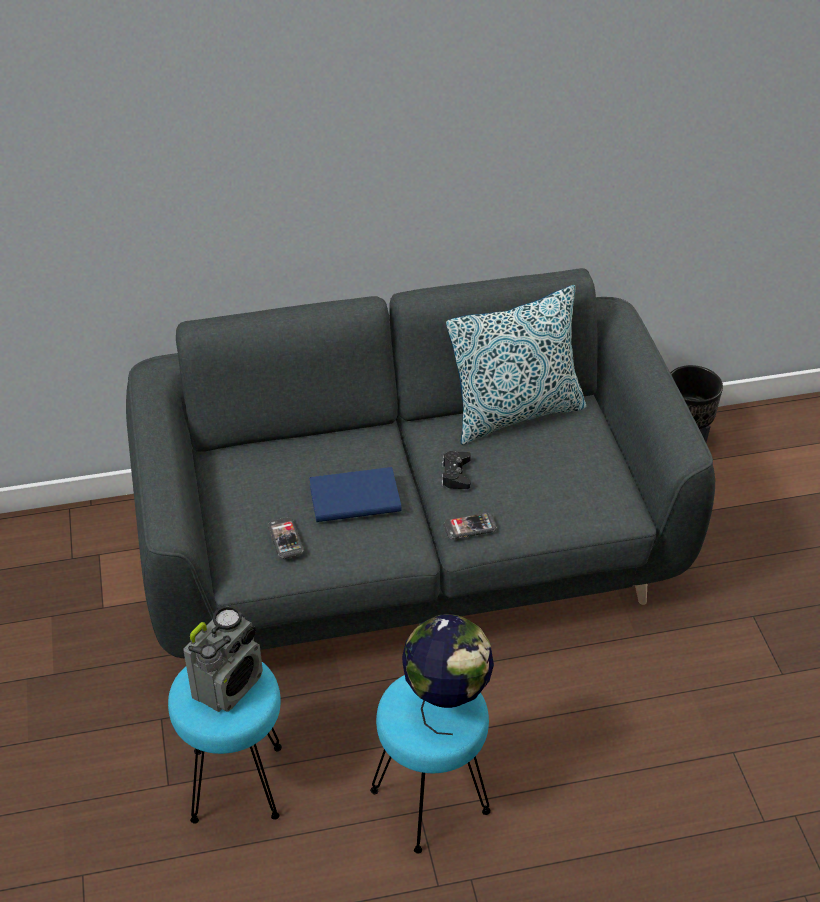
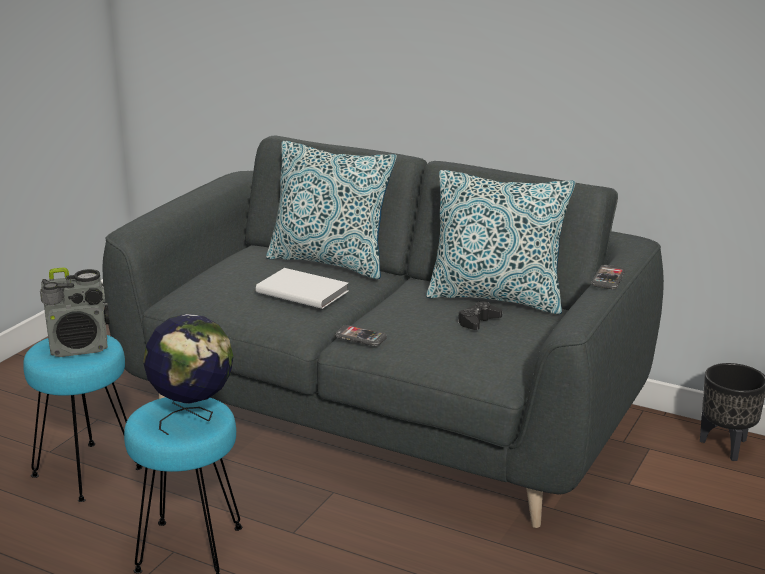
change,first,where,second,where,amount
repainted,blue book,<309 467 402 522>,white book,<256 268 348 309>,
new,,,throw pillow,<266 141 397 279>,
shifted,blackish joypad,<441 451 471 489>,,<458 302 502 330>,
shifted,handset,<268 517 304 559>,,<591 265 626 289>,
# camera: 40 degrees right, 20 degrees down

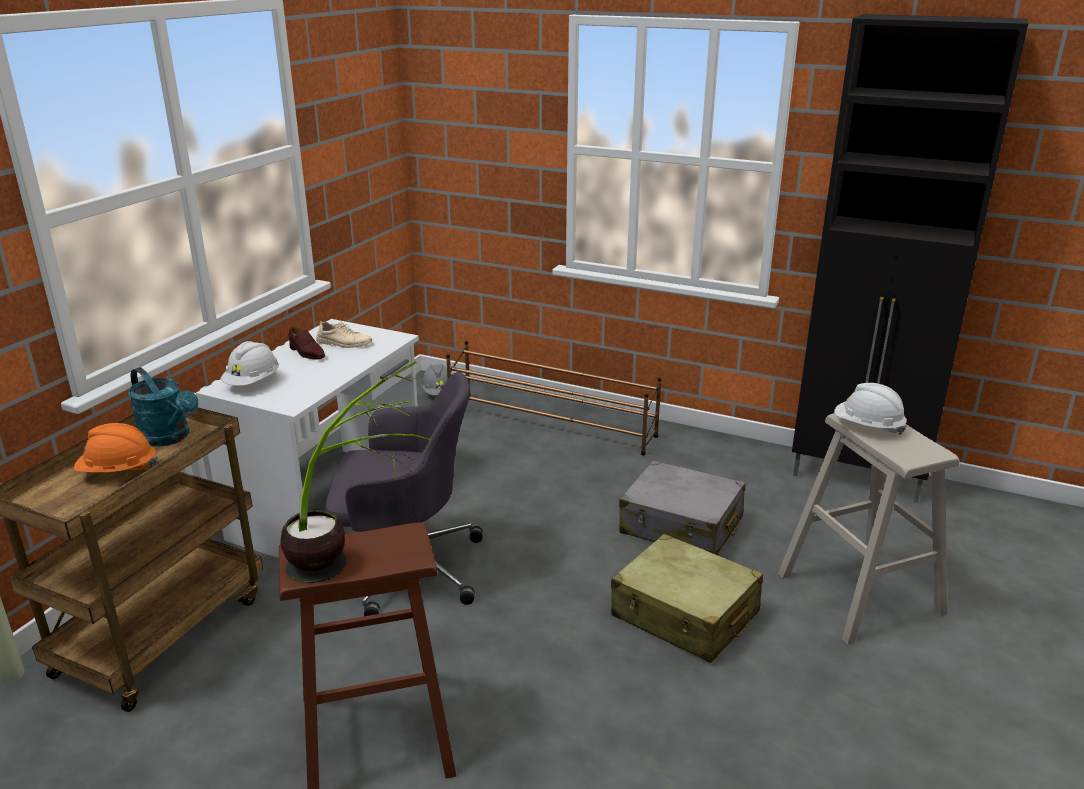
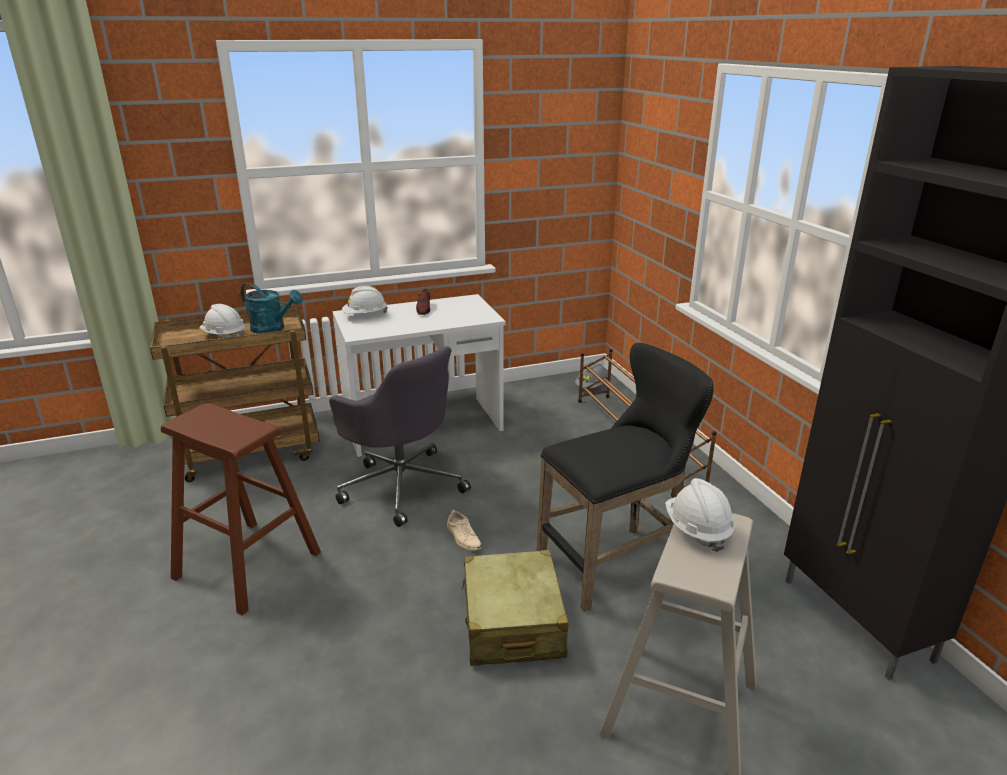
change,first,where,second,where,amount
repainted,orangey safety helmet,<74 423 158 472>,white safety helmet,<200 304 245 338>,
rotated,turquoise watering can,<128 367 199 447>,,<241 283 303 334>,60 degrees counterclockwise
shifted,sand-coloured shoe,<316 321 372 348>,,<447 510 482 551>,
swapped,greyish travel case,<619 460 746 555>,blackish stool seat,<537 343 714 612>,
gone,potted plant,<280 361 432 583>,,,
# camera: 45 degrees right, 0 degrees up

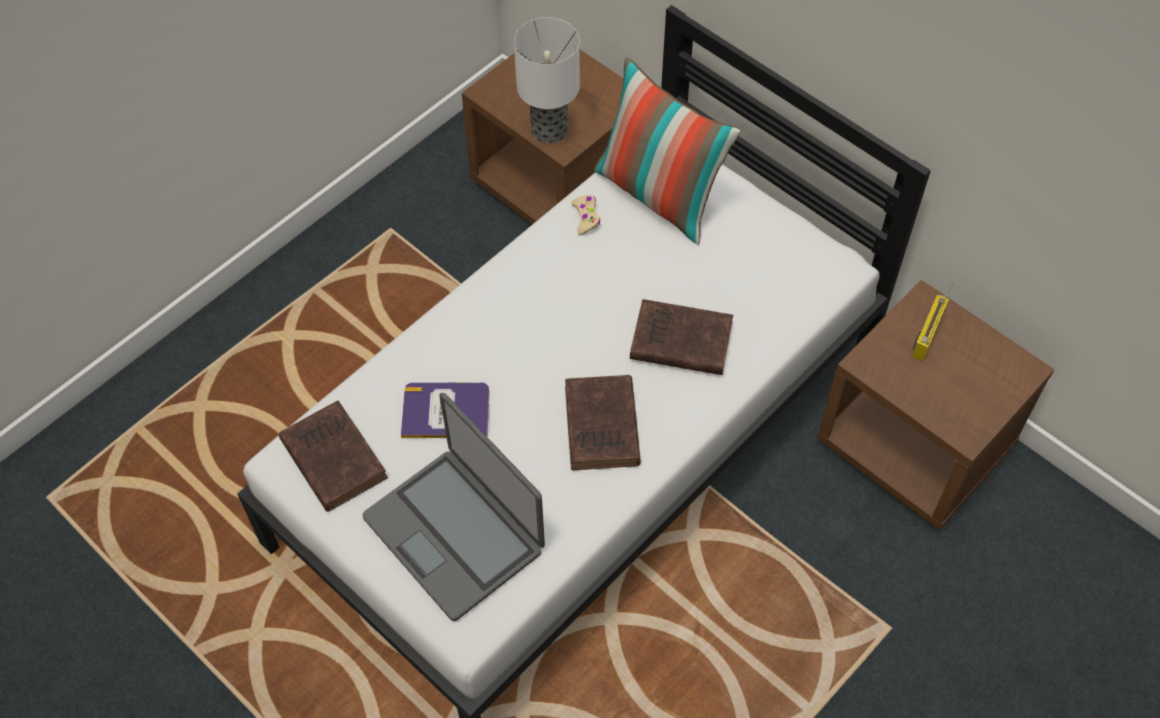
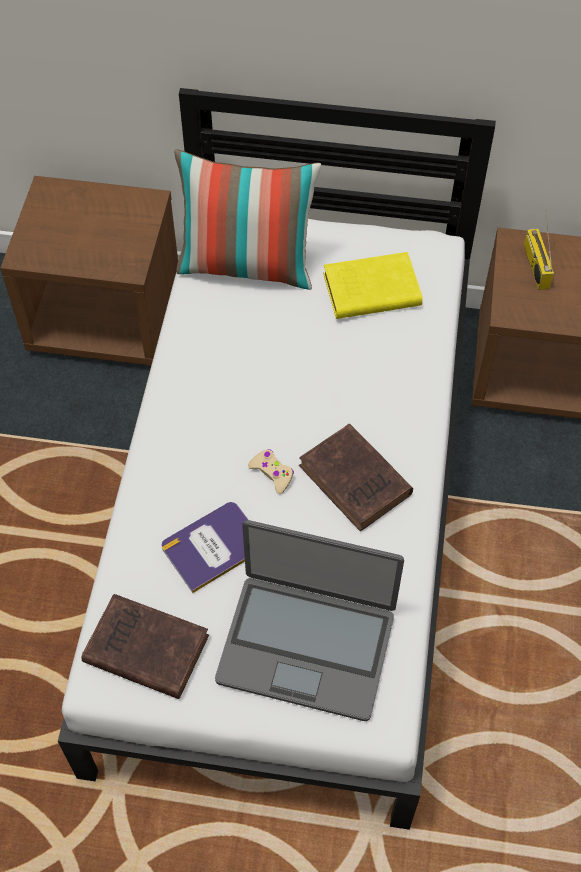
change,first,where,second,where,amount
shifted,sand-coloured joypad,<571 195 600 235>,,<248 449 294 494>,
new,,,yellowish book,<323 252 423 319>,
gone,table lamp,<514 17 580 143>,,,
gone,brownish book,<630 299 733 375>,,,
# camera: 35 degrees left, 0 degrees up

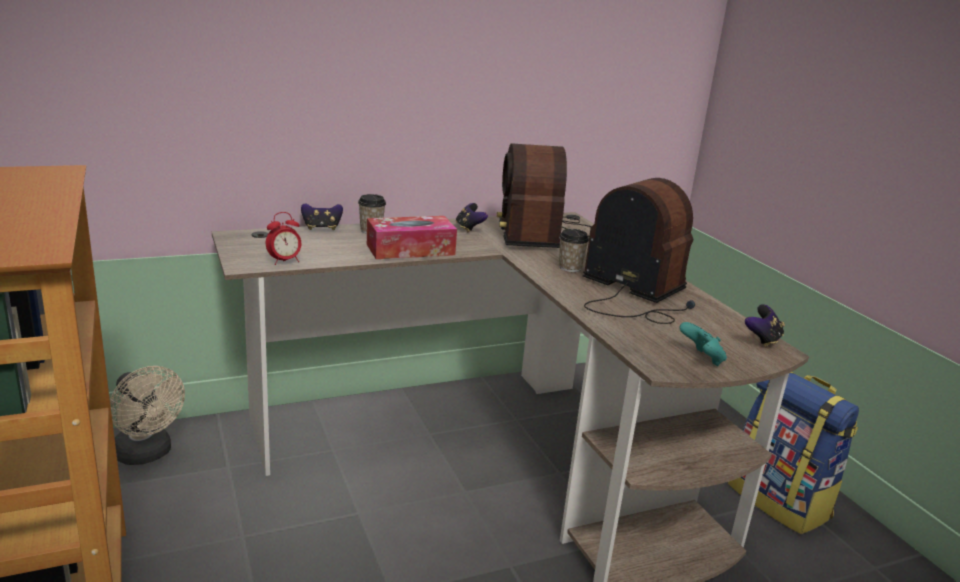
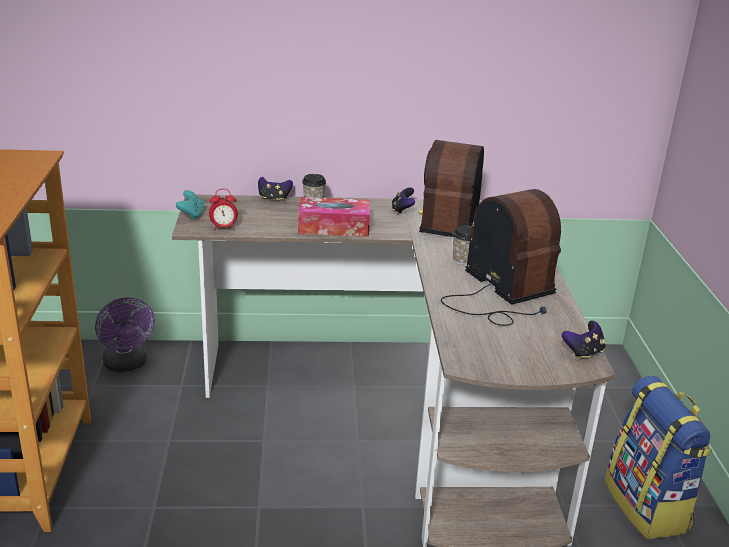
change,first,where,second,where,amount
repainted,sand-coloured cooling fan,<110 366 185 465>,purplish cooling fan,<95 297 155 372>,
shifted,turquoise joypad,<679 322 727 366>,,<176 190 205 220>,
# camera: 20 degrees right, 5 degrees up

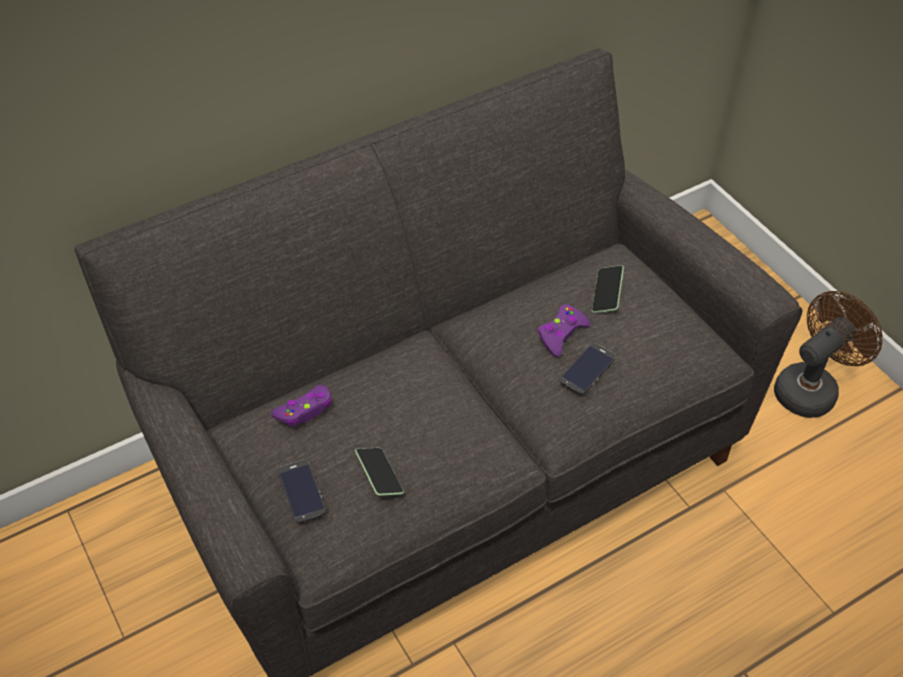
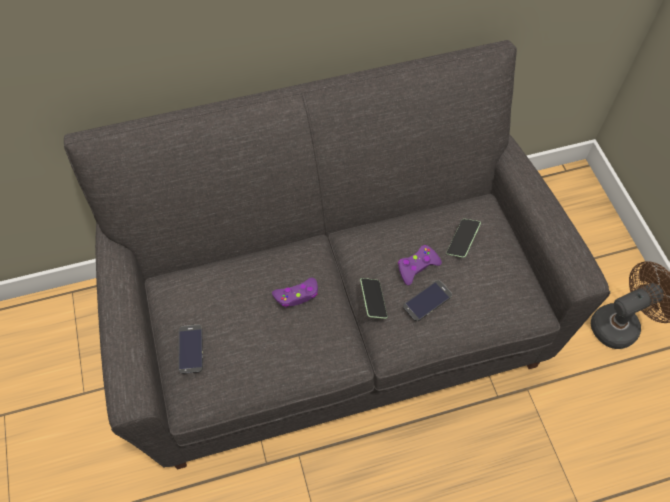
change,first,where,second,where,amount
shifted,purplish joypad,<271 385 332 426>,,<272 278 318 308>,
shifted,handset,<355 448 404 496>,,<360 278 388 319>,
# camera: 15 degrees right, 10 degrees up

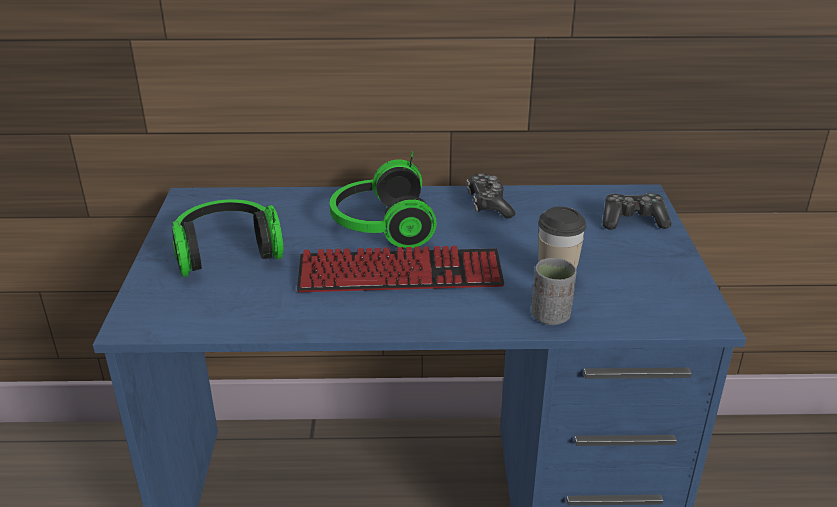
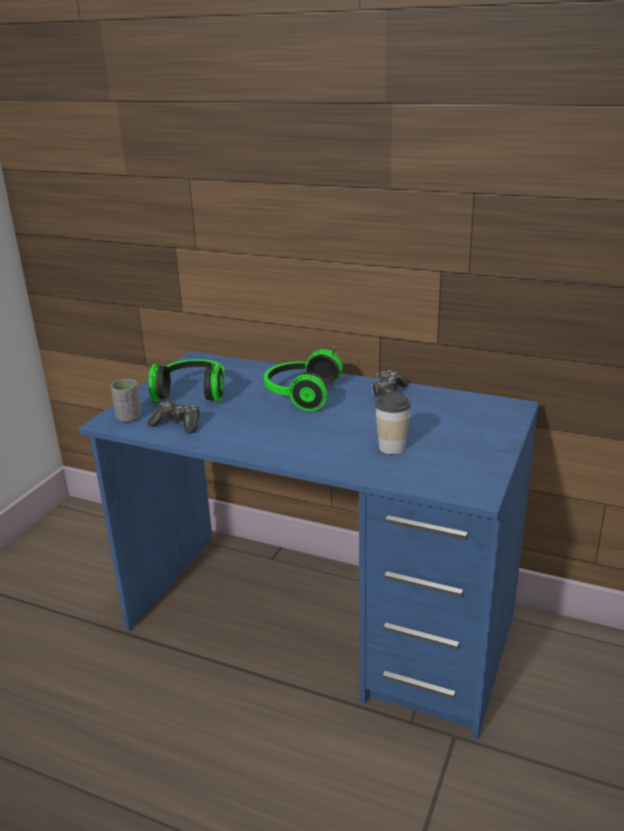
change,first,where,second,where,amount
shifted,greyish small cup,<531 258 577 325>,,<111 379 142 422>,
shifted,joypad,<603 193 671 230>,,<148 401 200 433>,
gone,keyboard,<297 246 504 292>,,,
# camera: 25 degrees right, 5 degrees down

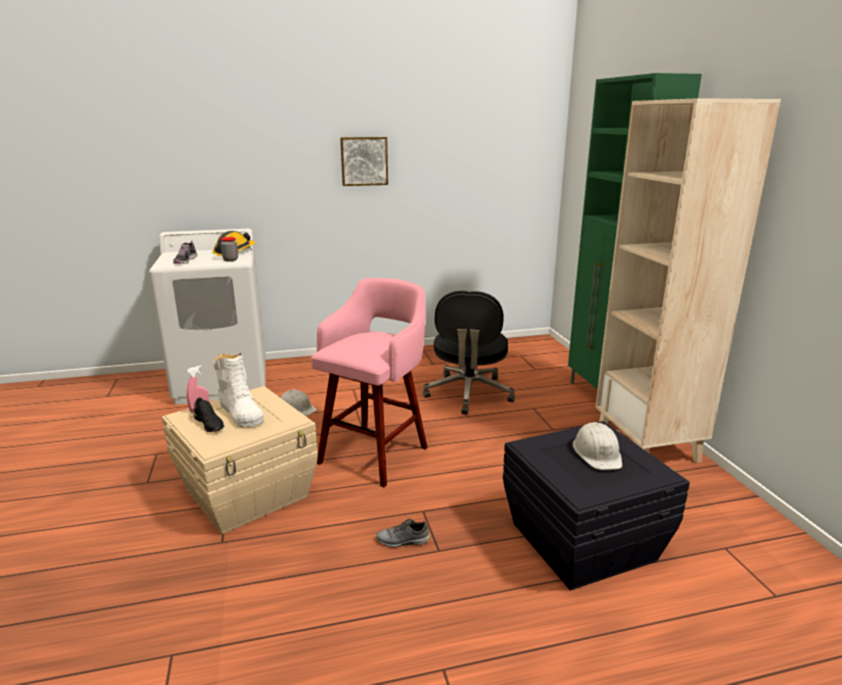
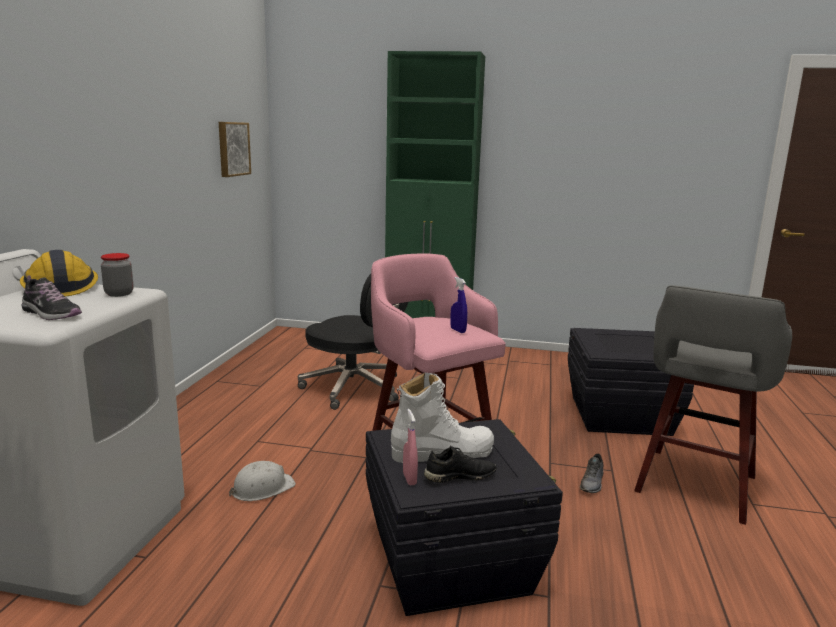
change,first,where,second,where,amount
shifted,picture,<340 137 388 186>,,<219 122 251 177>,
repainted,sand-coloured storage container,<162 386 318 534>,blackish storage container,<366 419 563 616>,
new,,,blue hand sprayer,<450 277 467 333>,
new,,,greyish stool seat,<634 285 792 525>,
gone,white safety helmet,<573 422 622 470>,,,
gone,sand-coloured bookcase,<595 98 781 463>,,,
# camera: 65 degrees left, 5 degrees down

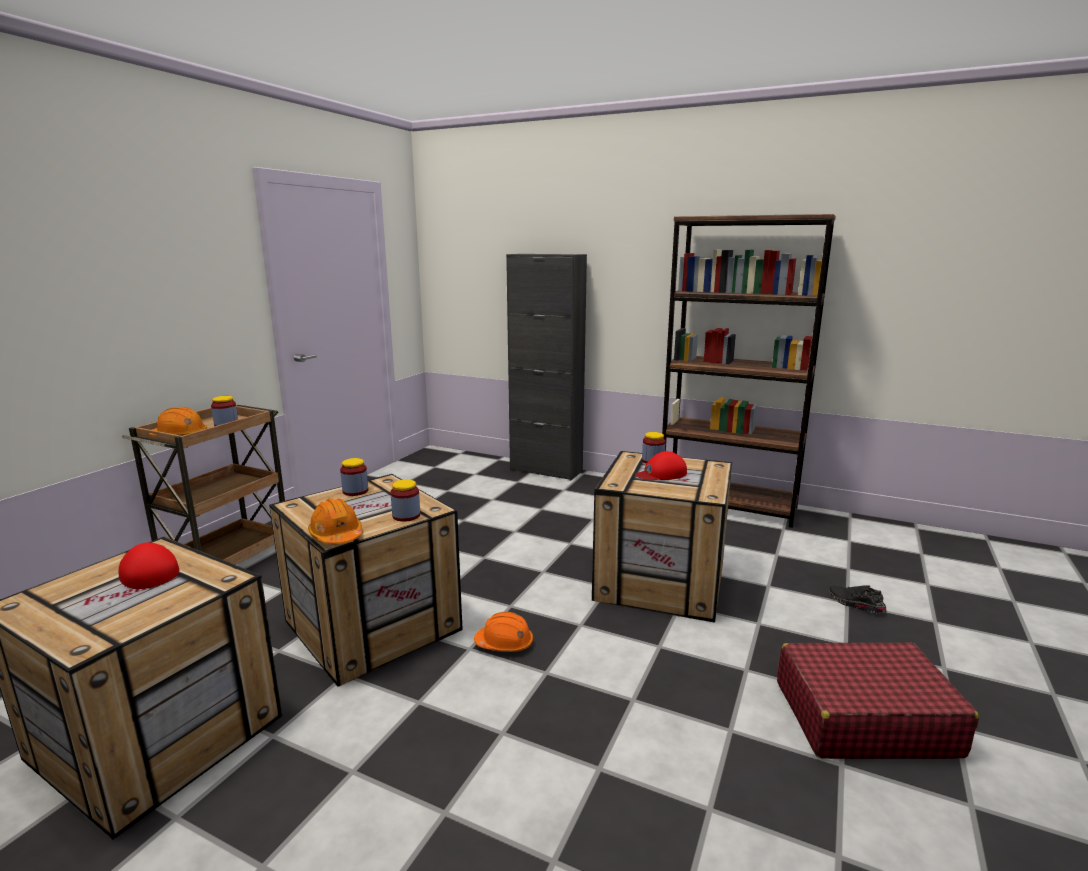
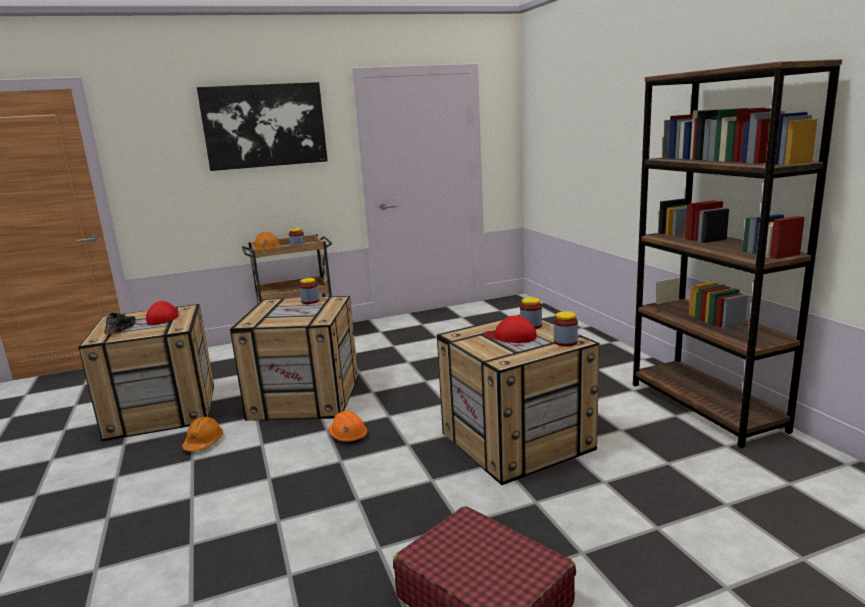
change,first,where,second,where,amount
shifted,blackish shoe,<830 585 887 614>,,<104 313 136 334>,
shifted,orangey safety helmet,<308 498 363 544>,,<182 417 223 451>,
new,,,picture,<197 82 328 171>,
shifted,jar,<391 479 420 522>,,<554 311 578 347>,
gone,blackish cabinet,<506 254 587 481>,,,
# camera: 45 degrees right, 0 degrees up

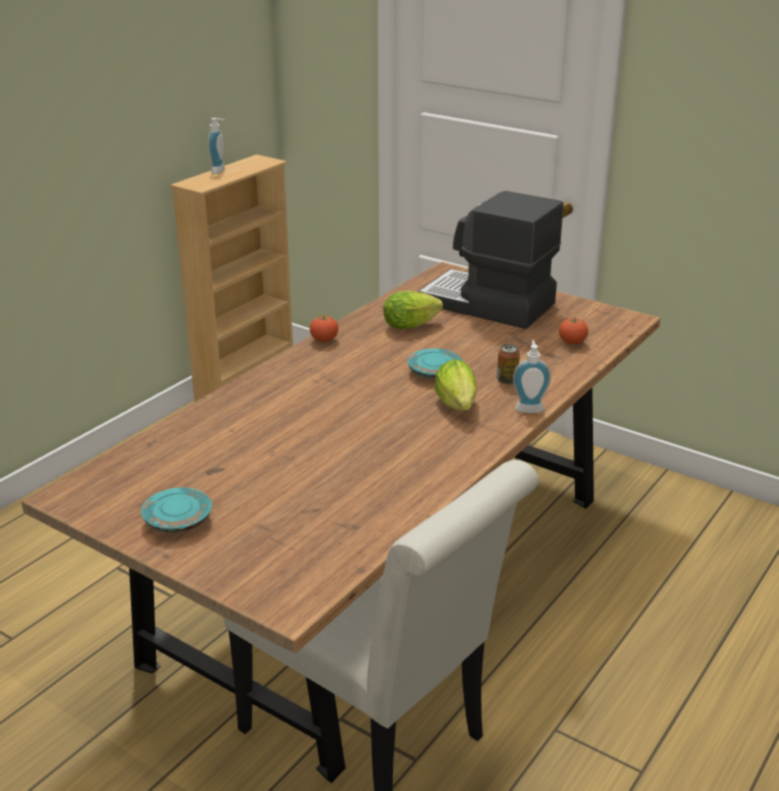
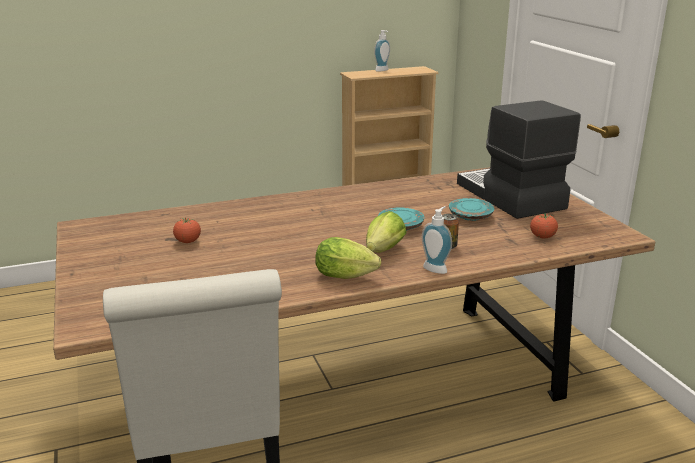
change,first,where,second,where,amount
shifted,fresh tomato,<310 315 338 342>,,<173 218 201 243>,
shifted,lettuce head,<383 291 443 329>,,<315 237 381 279>,
shifted,turquoise flat dish,<141 488 212 533>,,<449 198 495 221>,
# camera: 35 degrees right, 5 degrees down

